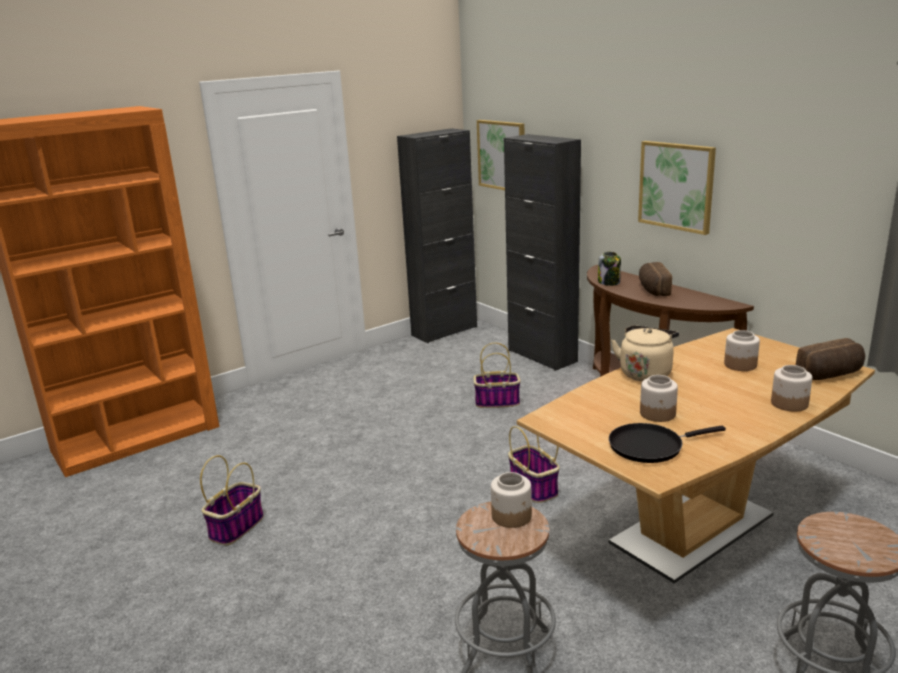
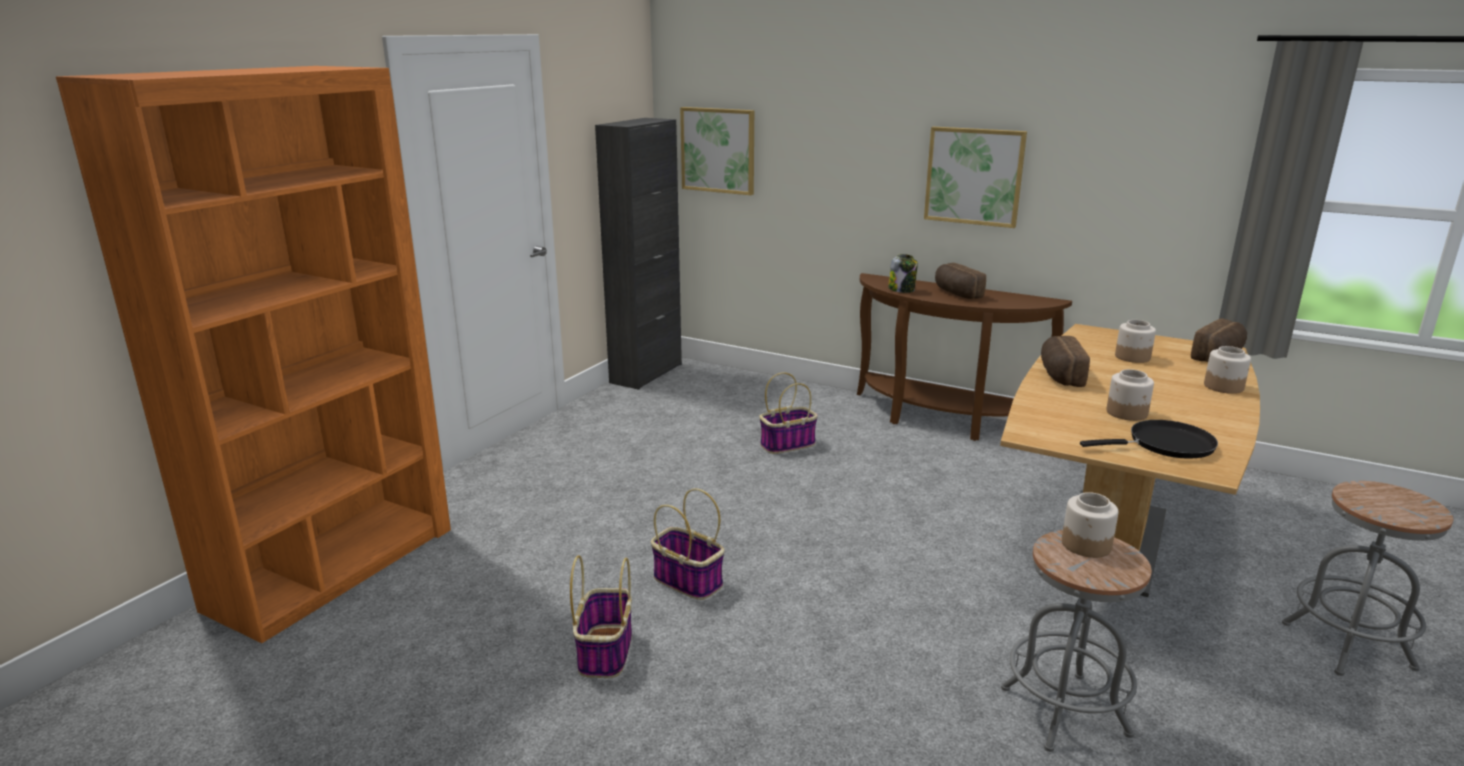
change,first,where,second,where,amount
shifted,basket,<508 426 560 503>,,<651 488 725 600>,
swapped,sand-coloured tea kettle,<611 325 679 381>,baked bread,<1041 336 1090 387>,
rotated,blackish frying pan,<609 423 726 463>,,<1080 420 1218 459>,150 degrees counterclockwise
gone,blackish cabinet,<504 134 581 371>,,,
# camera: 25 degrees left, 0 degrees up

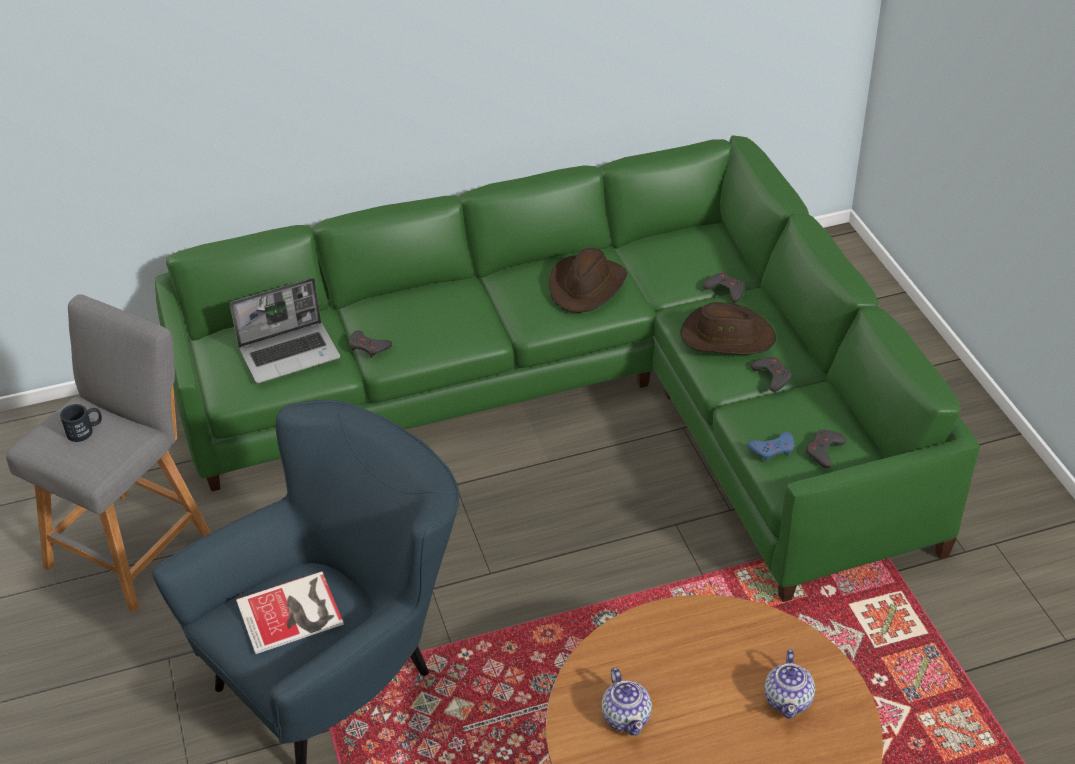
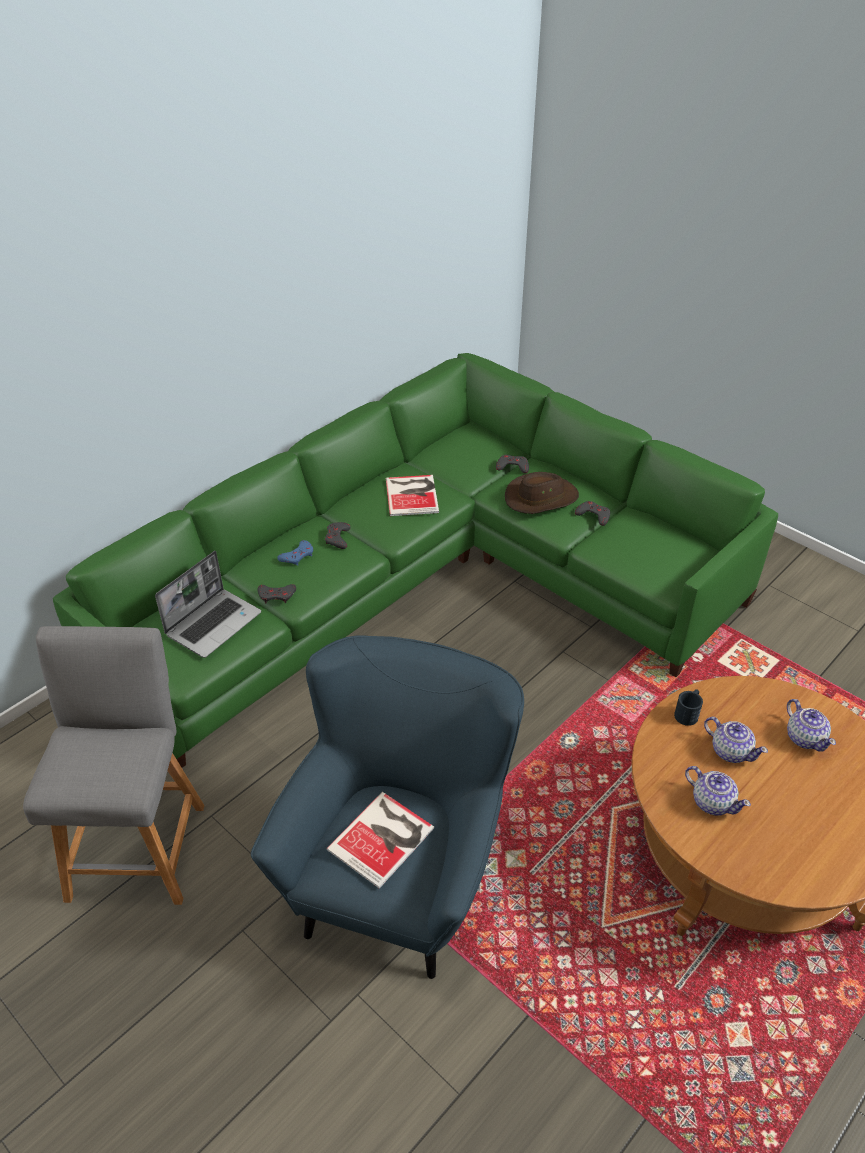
change,first,where,second,where,amount
shifted,blue joypad,<747 431 795 461>,,<277 540 313 566>,
shifted,greyish joypad,<806 430 846 468>,,<325 522 350 549>,
swapped,brownish hat,<549 248 627 313>,book,<386 475 439 516>,
shifted,blackish coffee mug,<60 404 102 442>,,<674 689 703 726>,
new,,,pot for tea,<704 717 768 763>,
# camera: 30 degrees left, 0 degrees up

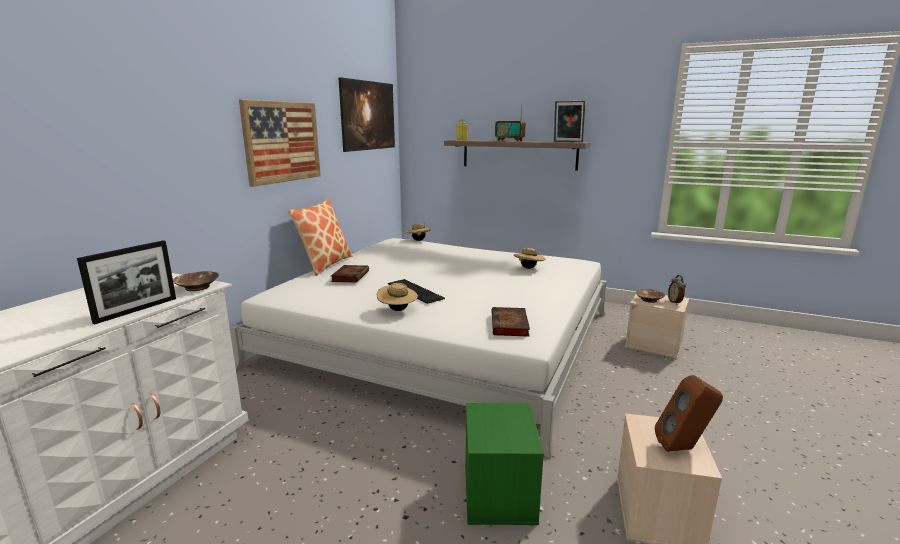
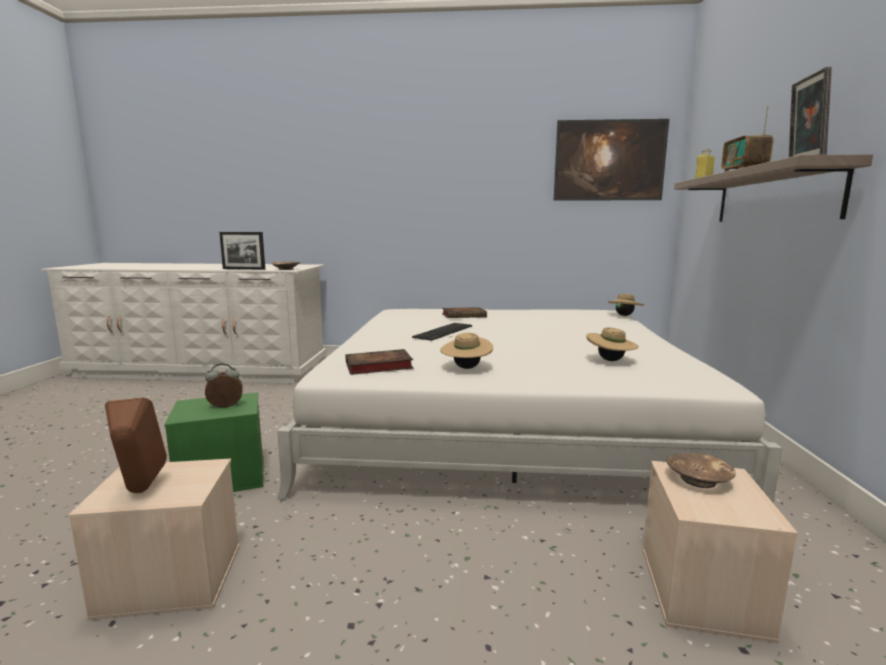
change,first,where,second,where,amount
shifted,table clock,<668 275 686 305>,,<205 363 243 408>,
shifted,sand-coloured hat,<377 283 418 311>,,<440 333 493 369>,
gone,picture,<239 99 321 187>,,,
gone,throw pillow,<288 199 352 276>,,,
# camera: 70 degrees right, 5 degrees down

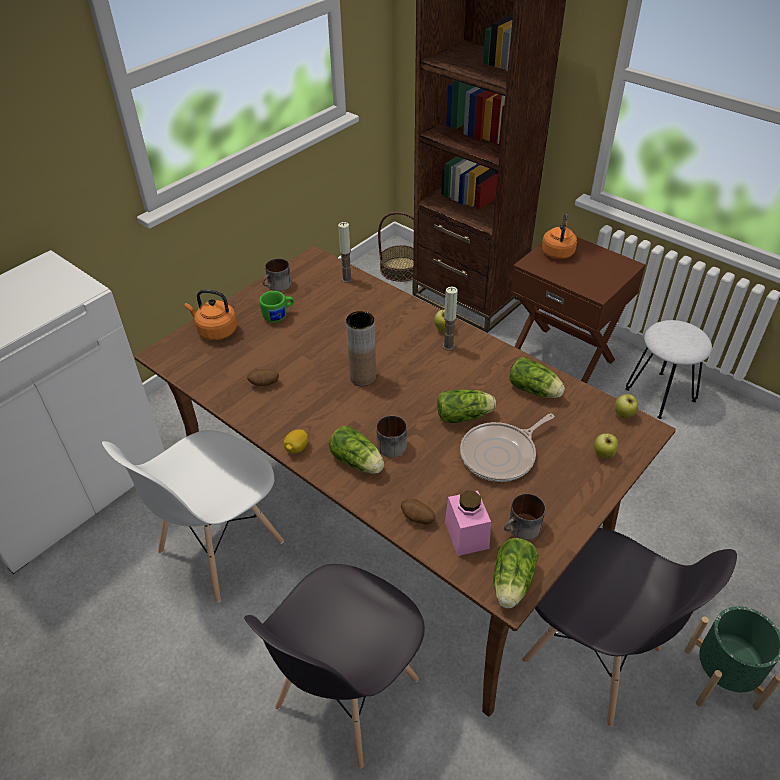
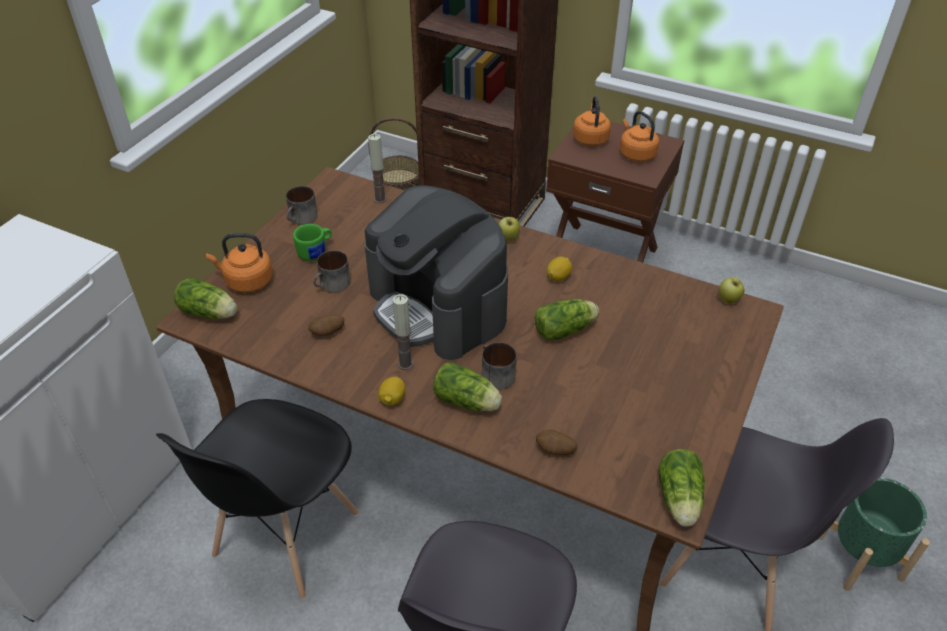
change,first,where,second,where,amount
repainted,white chair,<102 430 284 602>,blackish chair,<156 399 359 599>,
shifted,lettuce head,<509 357 565 398>,,<174 278 237 319>,
shifted,coffee mug,<504 494 545 540>,,<313 250 351 293>,
swapped,brownish decorative vase,<346 311 376 386>,coffee machine,<364 185 508 360>,
shifted,wax light,<443 287 458 350>,,<393 294 413 370>,
new,,,citrus fruit,<547 257 572 282>,
new,,,orangey tea kettle,<620 111 659 162>,
gone,pink-coloured jar,<445 490 491 556>,,,
gone,frying pan,<460 414 554 482>,,,
gone,apple,<594 433 618 459>,,,
gone,white stool seat,<625 320 712 419>,,,
# camera: 15 degrees left, 0 degrees up

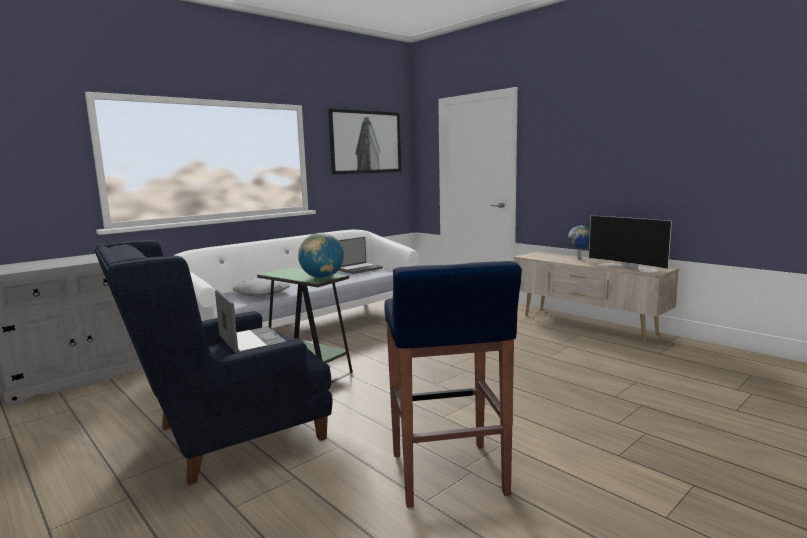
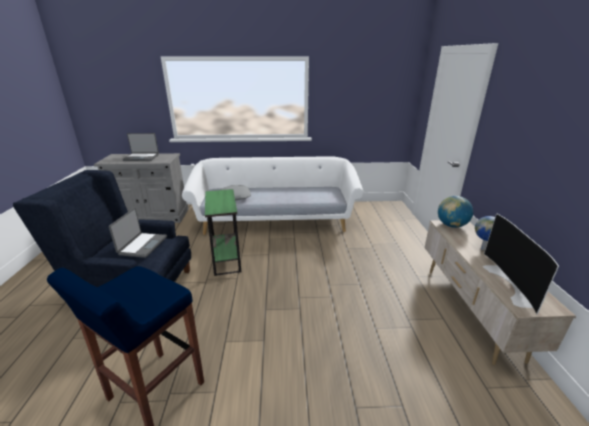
change,first,where,second,where,amount
shifted,portable computer,<338 237 383 274>,,<123 133 159 161>,
shifted,desk globe,<298 233 344 278>,,<438 196 473 228>,
gone,picture,<328 108 401 174>,,,
# camera: 40 degrees right, 15 degrees up

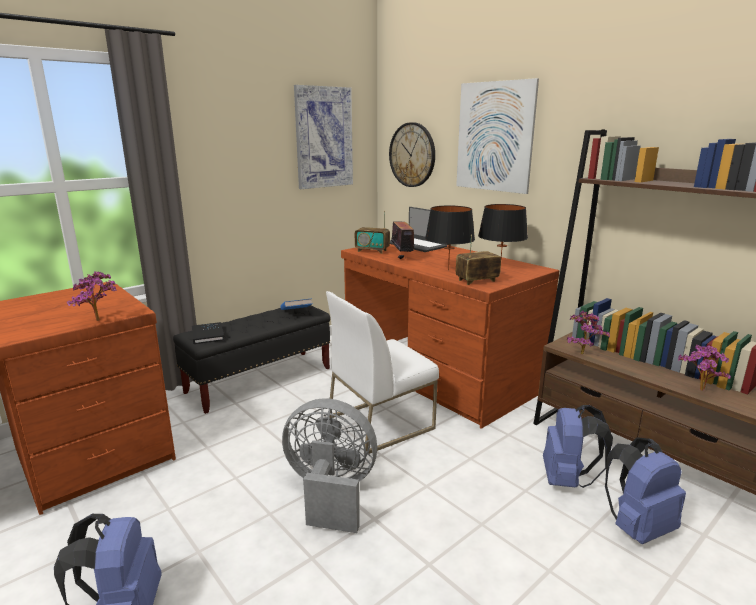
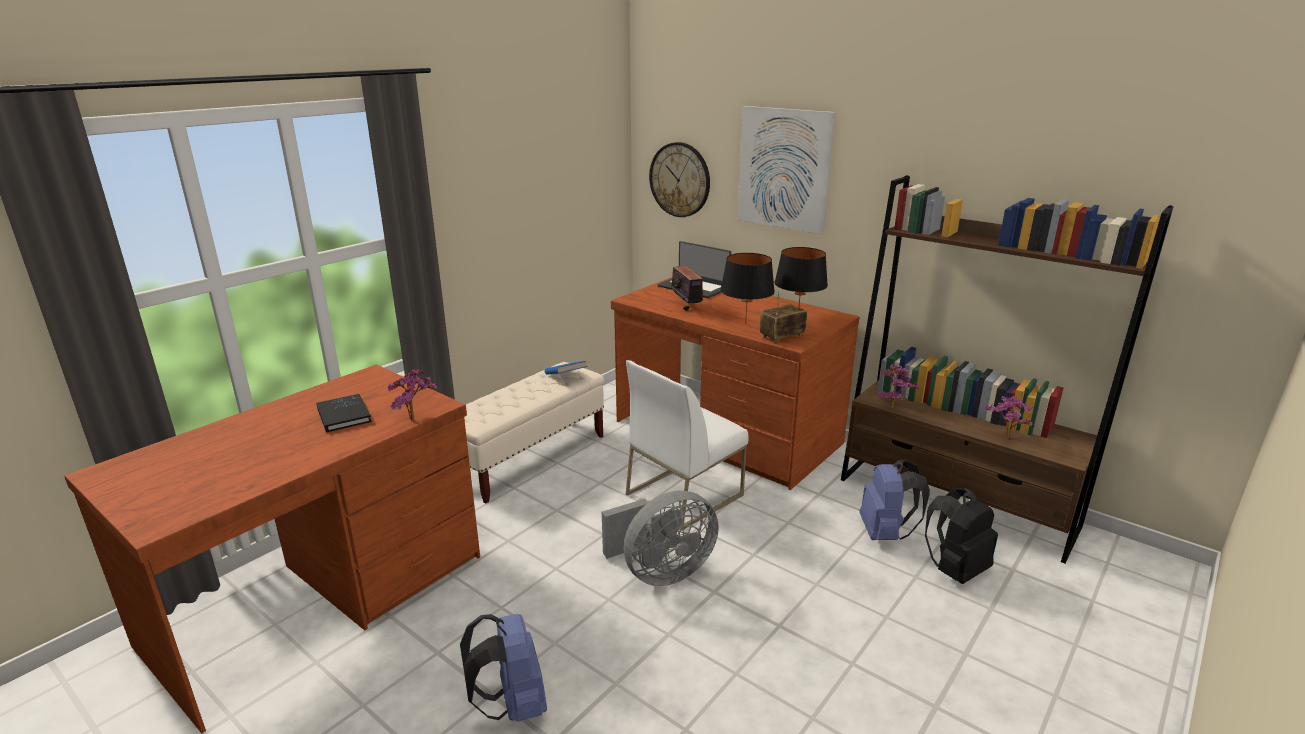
change,first,where,second,where,amount
shifted,blackish book,<192 322 224 344>,,<316 394 371 432>,
repainted,blackish indoor bench,<173 305 330 414>,sand-coloured indoor bench,<464 362 604 503>,
rotated,greyish cooling fan,<282 398 377 533>,,<602 490 719 586>,150 degrees clockwise
repainted,blue backpack,<605 437 686 544>,blackish backpack,<925 488 998 584>,
gone,picture,<294 85 353 189>,,,
gone,radio receiver,<355 211 390 254>,,,
# camera: 10 degrees left, 5 degrees up

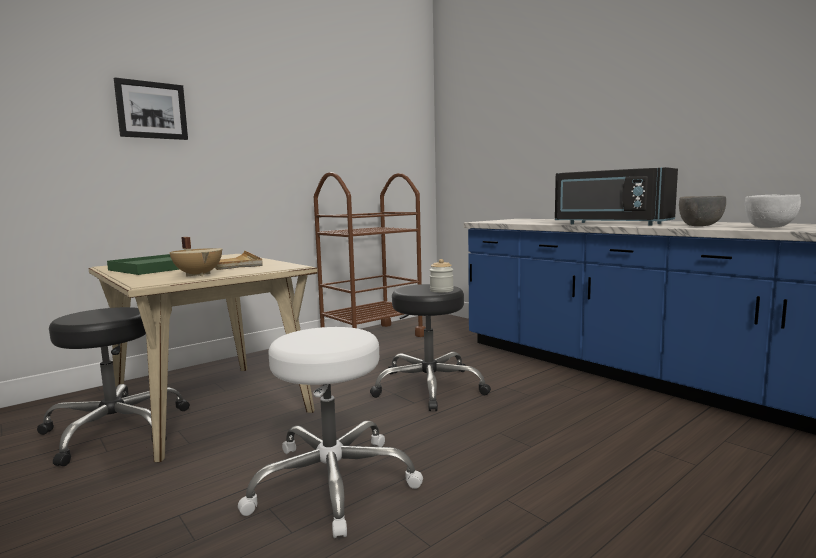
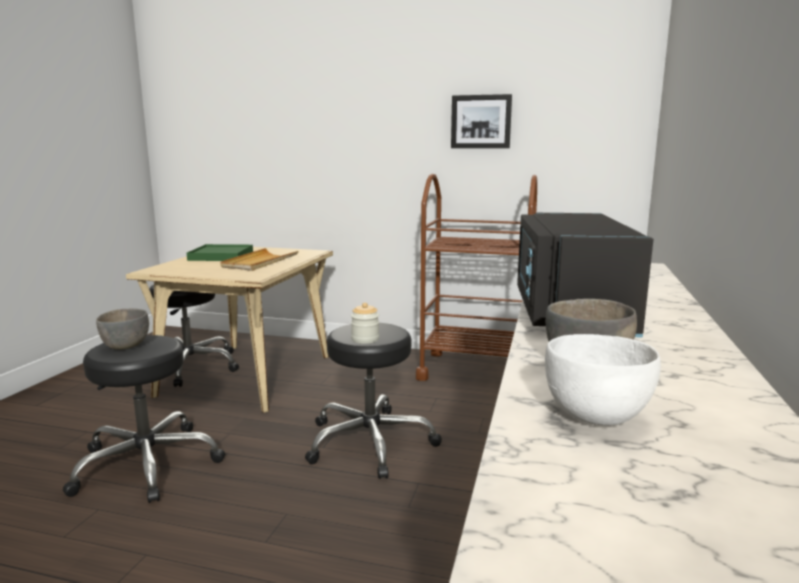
change,first,where,second,where,amount
repainted,white stool seat,<238 327 423 538>,blackish stool seat,<63 335 225 503>,
new,,,greyish bowl,<96 309 149 350>,
shifted,picture,<114 77 188 140>,,<451 94 512 148>,
gone,sand-coloured saucepot,<170 237 222 276>,,,
# camera: 55 degrees right, 5 degrees up

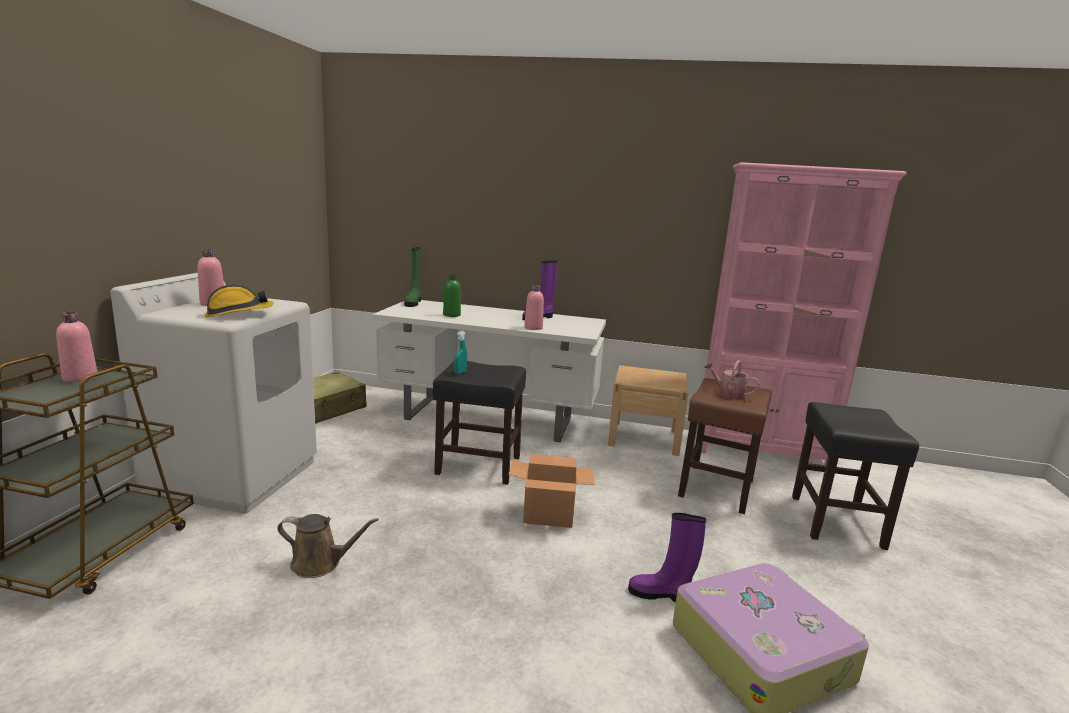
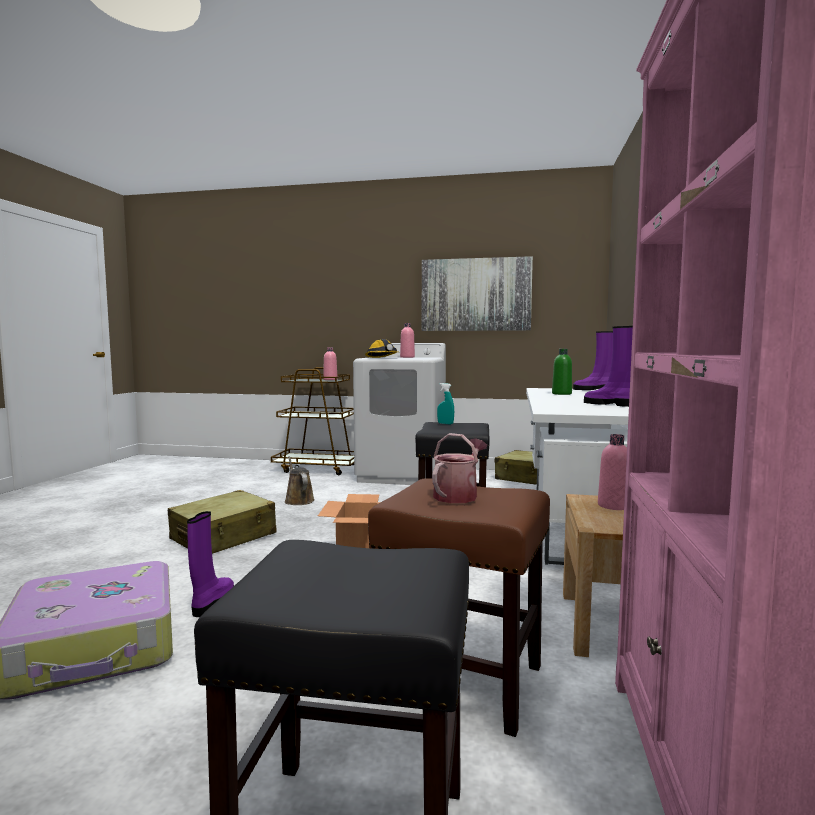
change,first,where,second,where,amount
new,,,sand-coloured travel case,<168 490 276 554>,
rotated,brownish watering can,<277 514 379 578>,,<285 456 315 505>,150 degrees clockwise
new,,,picture,<422 256 533 331>,
repainted,green-coloured high-top boot,<404 247 421 307>,purplish high-top boot,<573 331 613 390>,
shifted,pink-coloured beverage bottle,<524 285 544 330>,,<598 434 627 510>,
# camera: 90 degrees right, 10 degrees down

